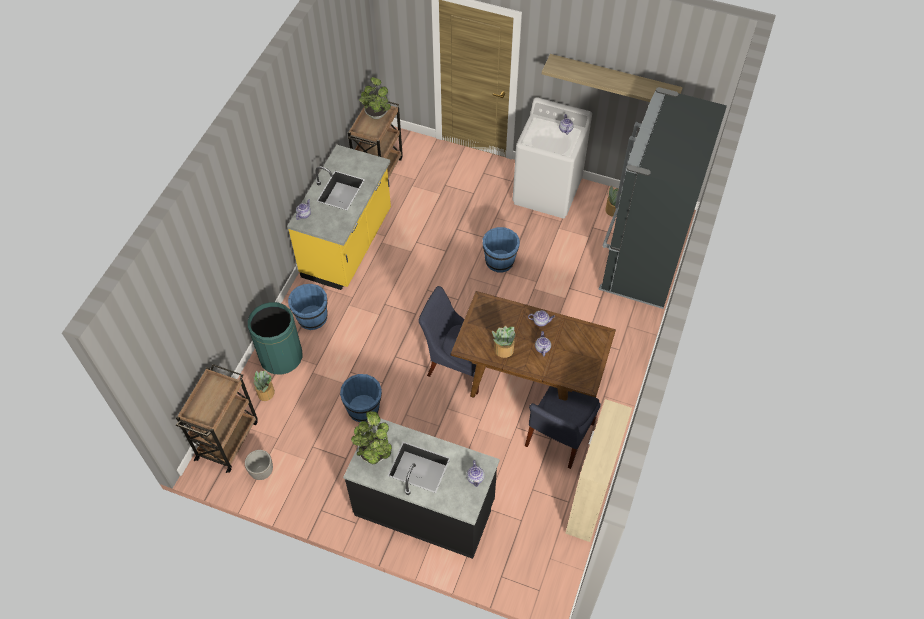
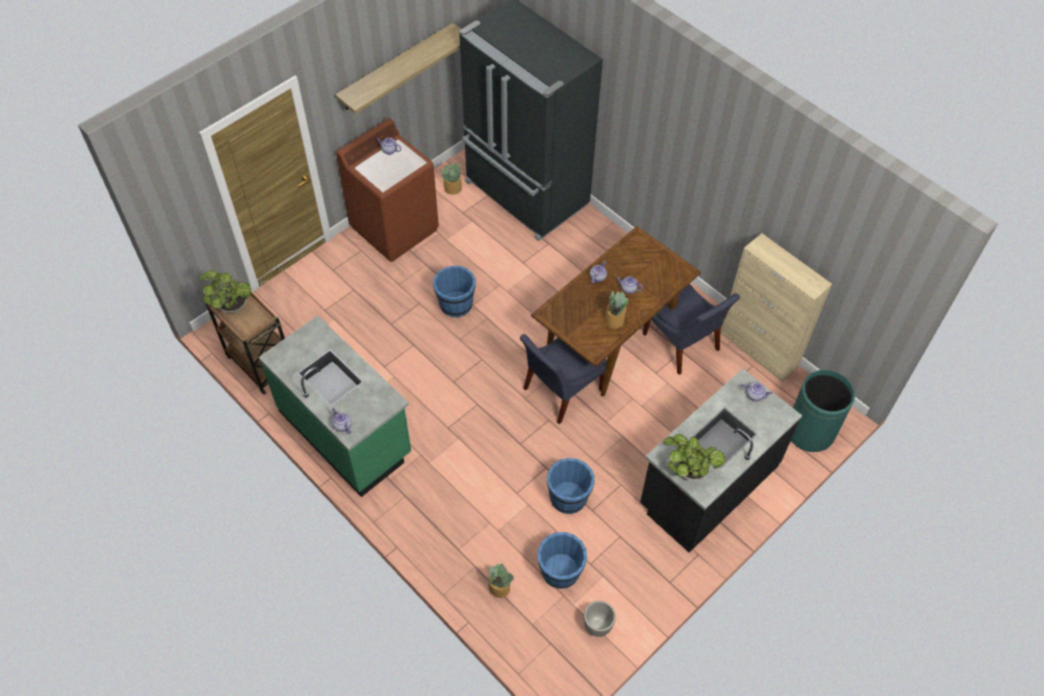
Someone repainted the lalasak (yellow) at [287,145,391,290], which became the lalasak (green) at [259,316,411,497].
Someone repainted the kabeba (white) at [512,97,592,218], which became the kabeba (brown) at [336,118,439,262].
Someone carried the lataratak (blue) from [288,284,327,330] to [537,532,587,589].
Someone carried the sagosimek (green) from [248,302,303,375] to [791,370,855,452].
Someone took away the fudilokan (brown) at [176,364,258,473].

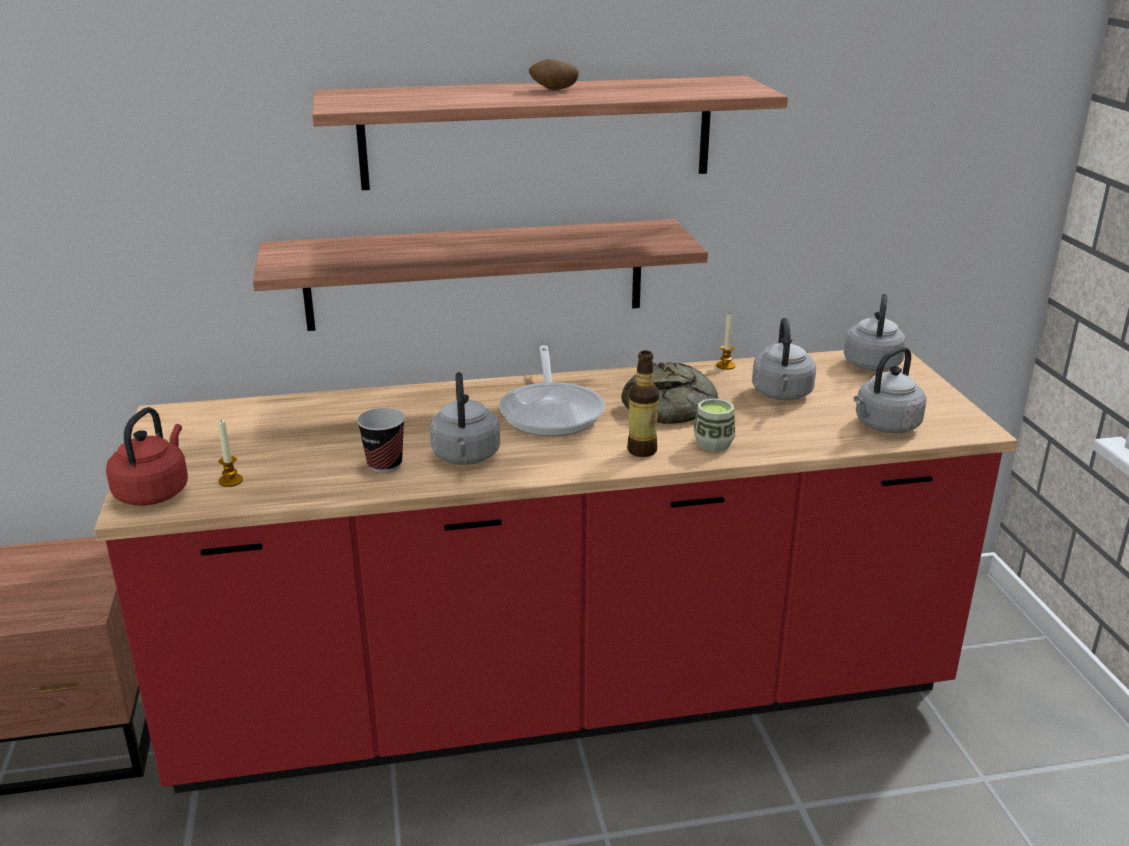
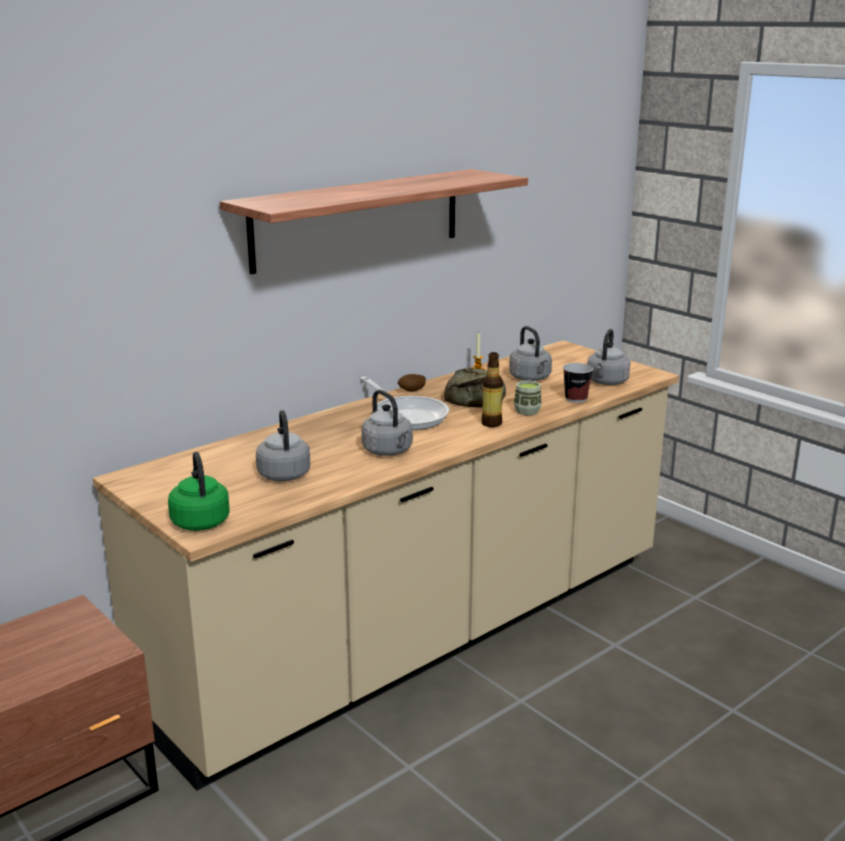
Someone repainted the lalasak (red) at [94,350,1018,793], which became the lalasak (beige) at [93,340,679,791].
Someone repainted the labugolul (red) at [106,407,188,506], which became the labugolul (green) at [168,452,230,531].
Someone carried the labugolul (grey) from [844,294,906,371] to [256,410,310,481].
Someone carried the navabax from [529,59,579,90] to [398,374,426,392].
Someone carried the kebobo from [357,408,405,473] to [563,363,593,403].
Someone took away the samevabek at [218,419,243,487].
Someone took away the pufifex at [253,219,708,331].

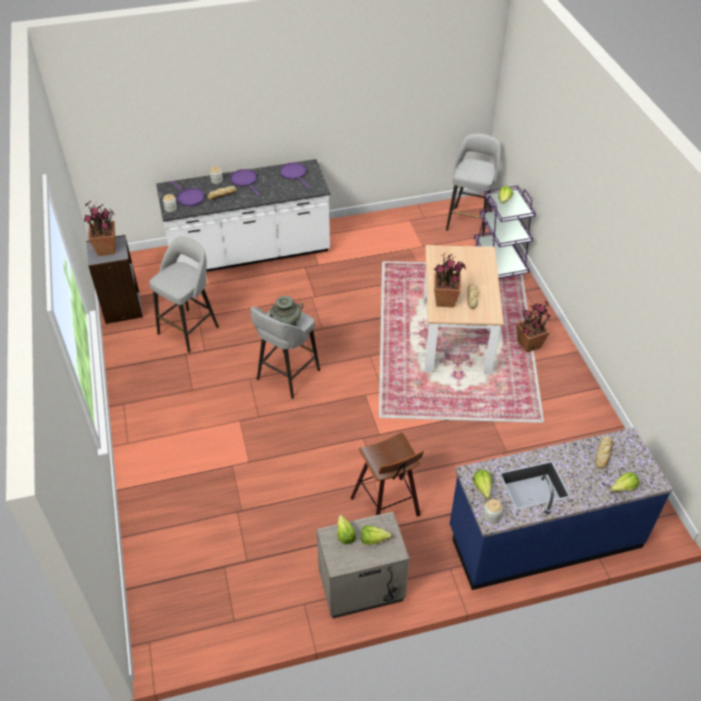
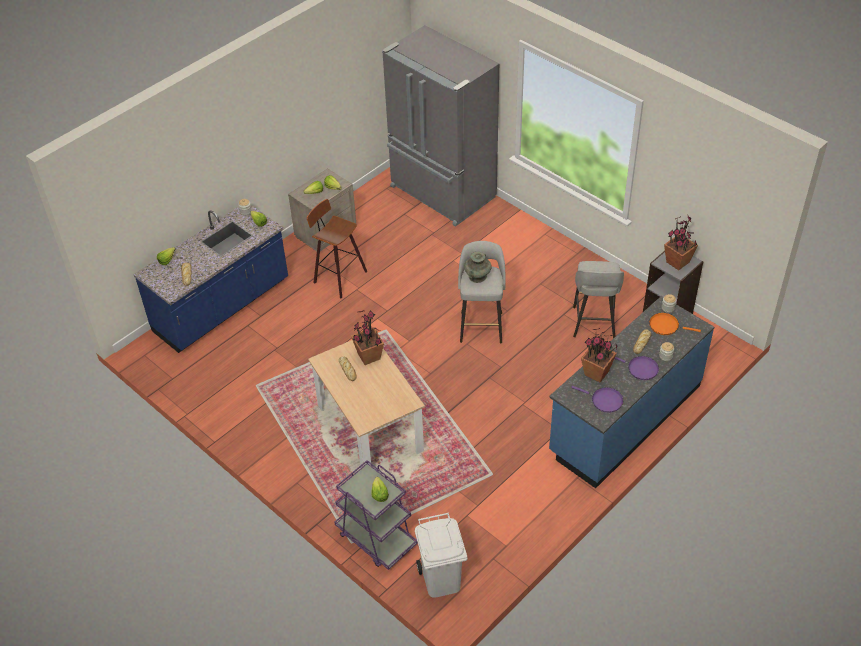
Someone put down the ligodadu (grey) at [382,25,499,226].
Someone swapped the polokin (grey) at [446,134,501,236] for the sagosimek (white) at [415,513,468,598].
Someone repainted the lalasak (white) at [156,159,330,272], which became the lalasak (blue) at [549,296,714,488].
Someone carried the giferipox from [516,301,550,353] to [581,328,617,382].
Someone repainted the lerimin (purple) at [171,181,205,206], which became the lerimin (orange) at [649,313,701,335].

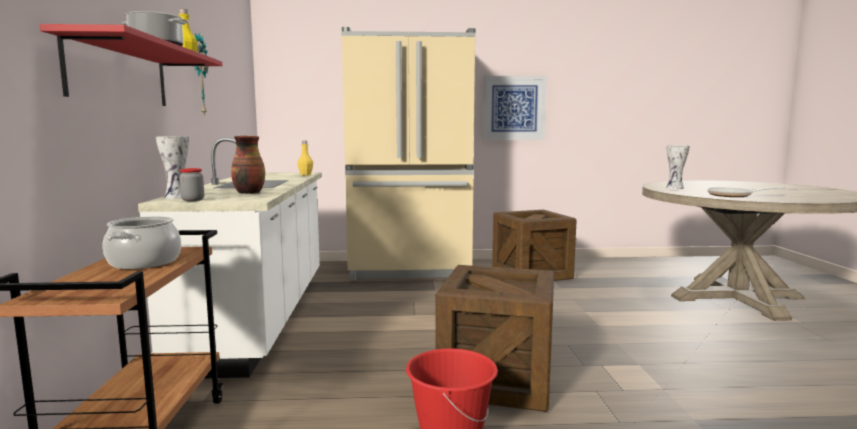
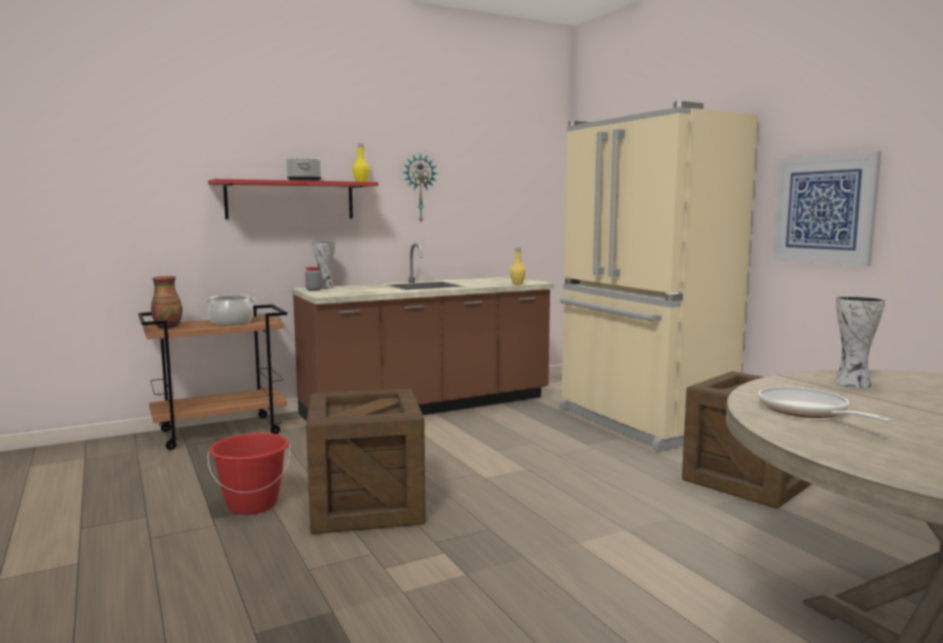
Someone carried the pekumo from [231,136,265,194] to [151,276,183,328].
Someone repainted the lalasak (white) at [138,138,322,378], which became the lalasak (brown) at [291,243,554,422].

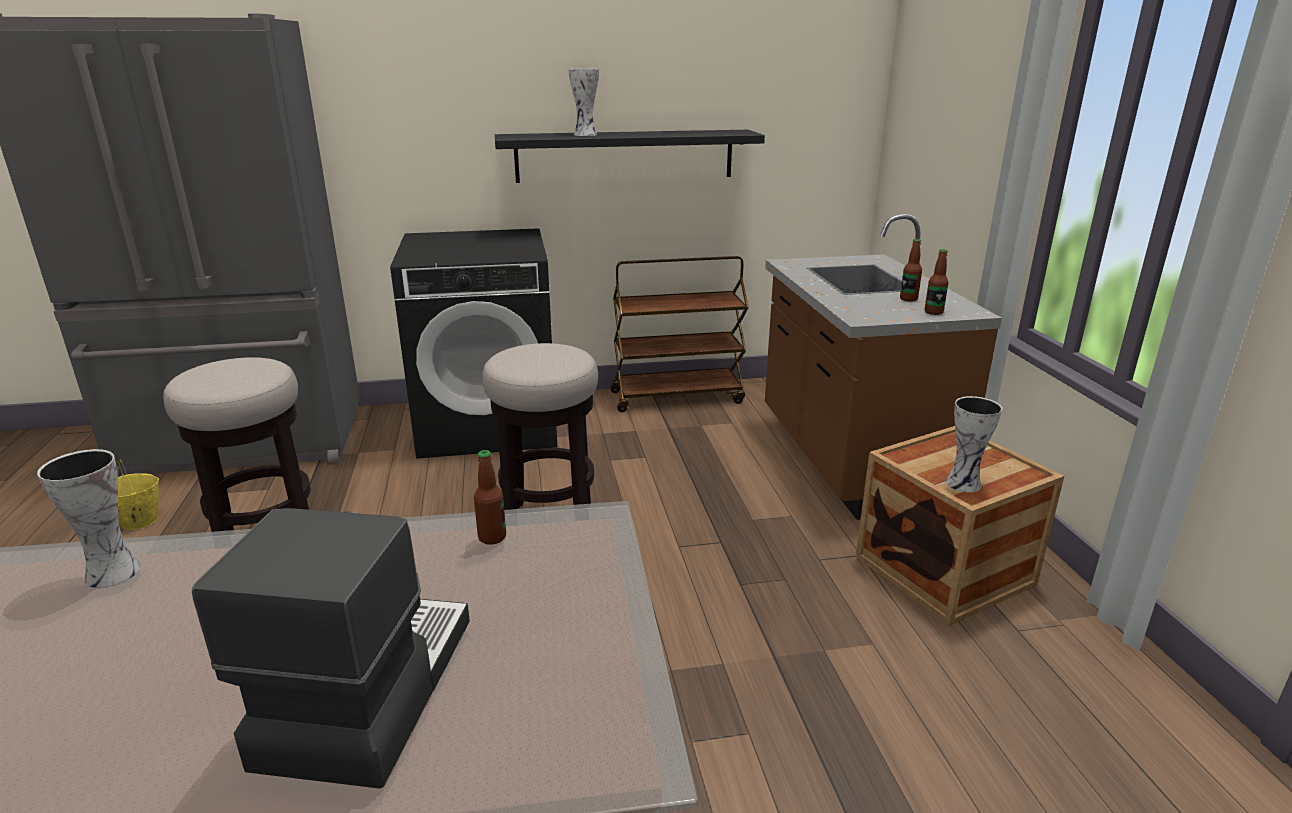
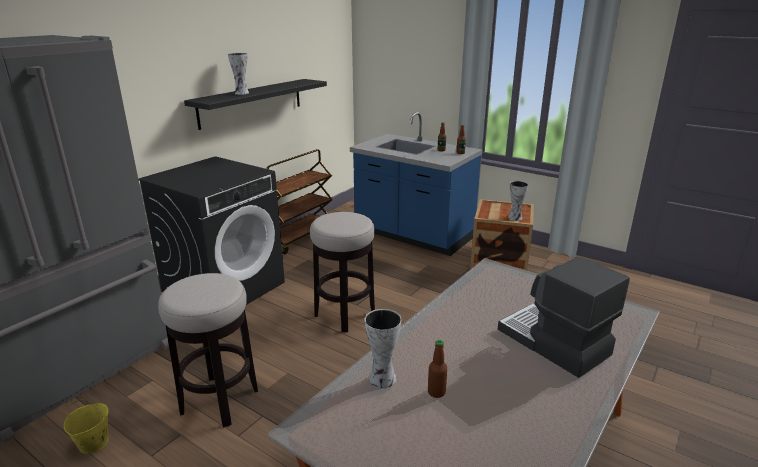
Someone repainted the lalasak (brown) at [765,214,1002,520], which became the lalasak (blue) at [350,112,483,256].
Someone carried the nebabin from [474,450,506,545] to [428,340,447,398].

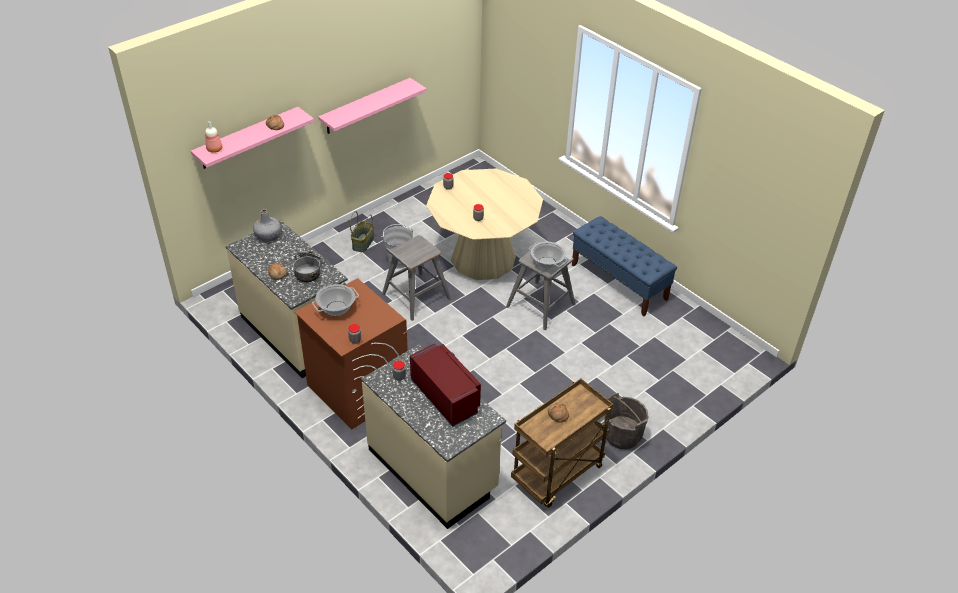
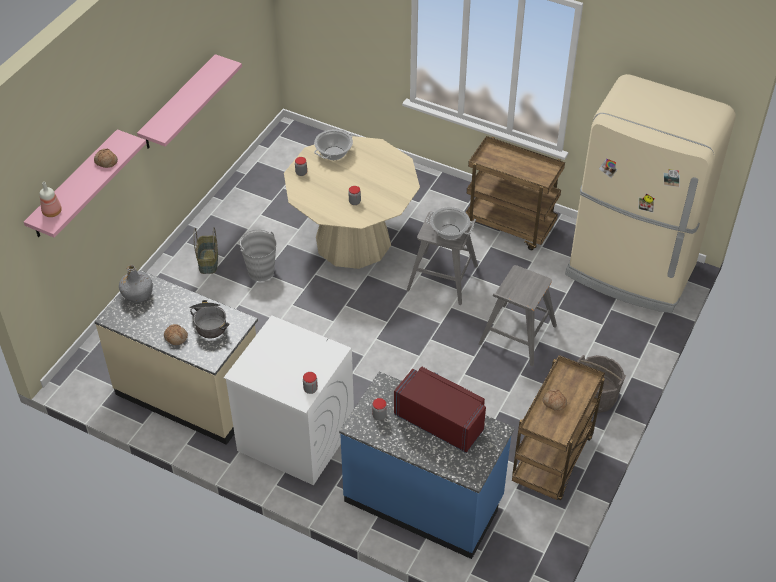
Someone repainted the kabeba (brown) at [294,278,408,430], which became the kabeba (white) at [224,315,354,485].
Someone carried the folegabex from [312,284,359,316] to [314,130,353,160].
Someone repainted the lalasak (beige) at [361,344,506,529], which became the lalasak (blue) at [339,372,515,559].
Someone swapped the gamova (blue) at [572,216,677,316] for the fudilokan (brown) at [465,136,565,250].
Someone carried the polokin (grey) from [382,235,451,321] to [479,265,557,366].
Someone put down the ligodadu (beige) at [565,74,736,313].

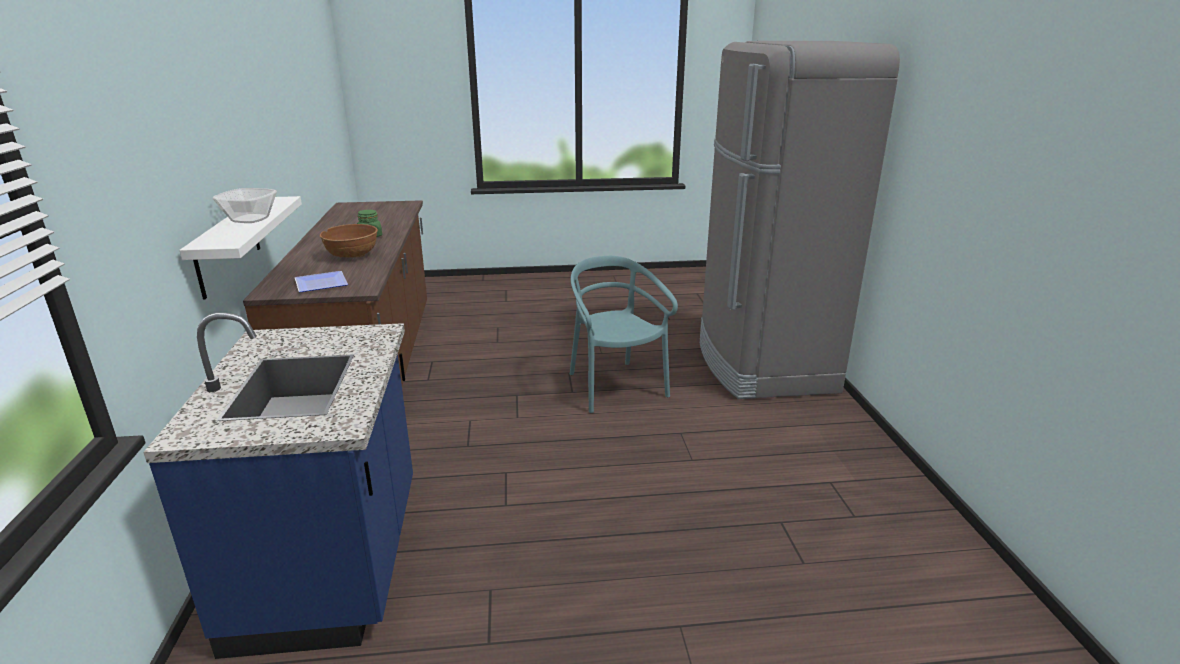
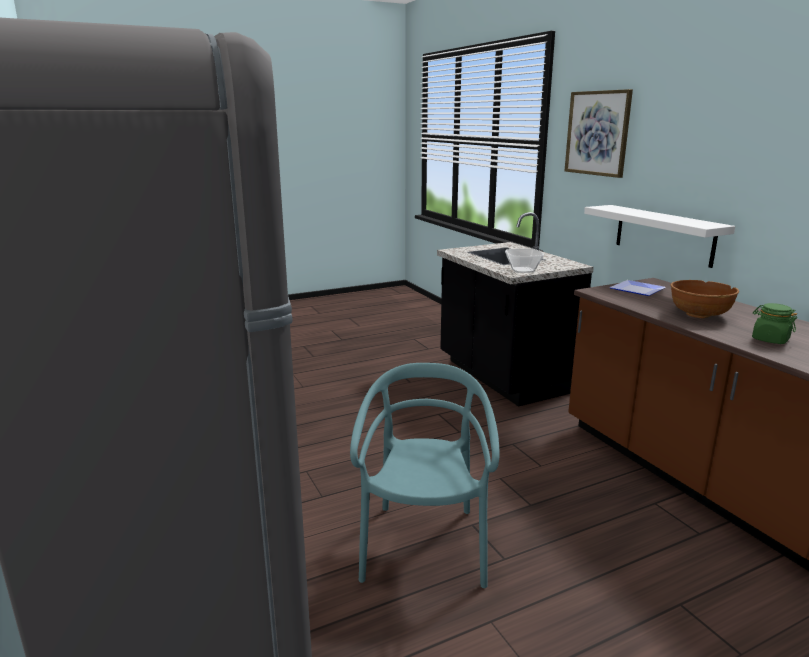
Someone rotated the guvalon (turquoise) at [570,256,678,413] by 135 degrees counterclockwise.
Someone repainted the lalasak (blue) at [143,313,413,659], which became the lalasak (black) at [437,212,594,407].
Someone carried the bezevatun from [213,188,277,223] to [505,248,544,273].
Someone put up the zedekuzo at [565,89,633,178].

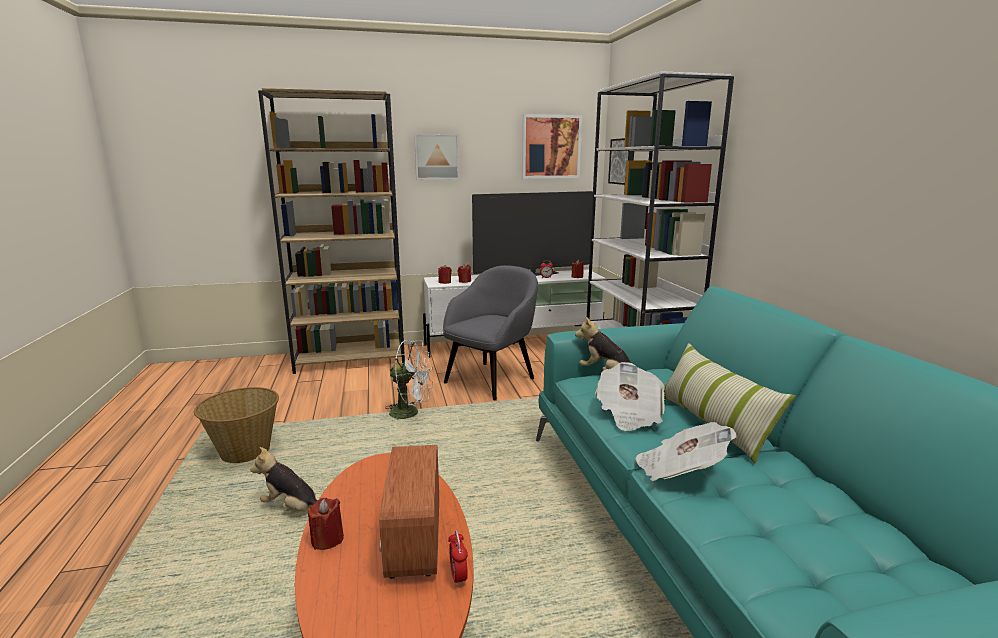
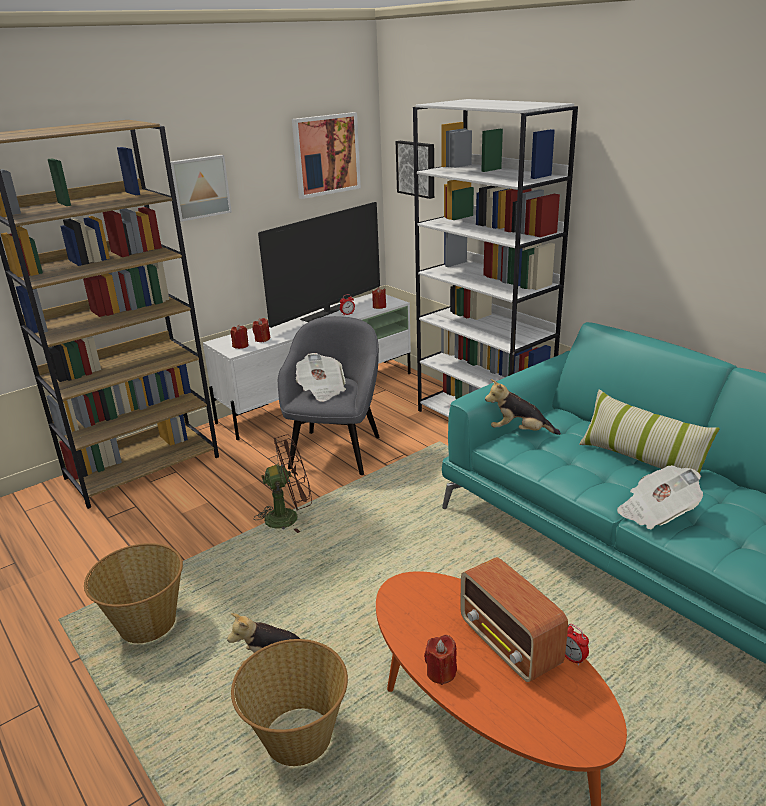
Someone put down the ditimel at [231,639,348,766].
Someone repainted the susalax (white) at [385,340,433,425], which became the susalax (brown) at [254,434,312,533].
Someone carried the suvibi from [595,362,665,431] to [296,353,346,402].

